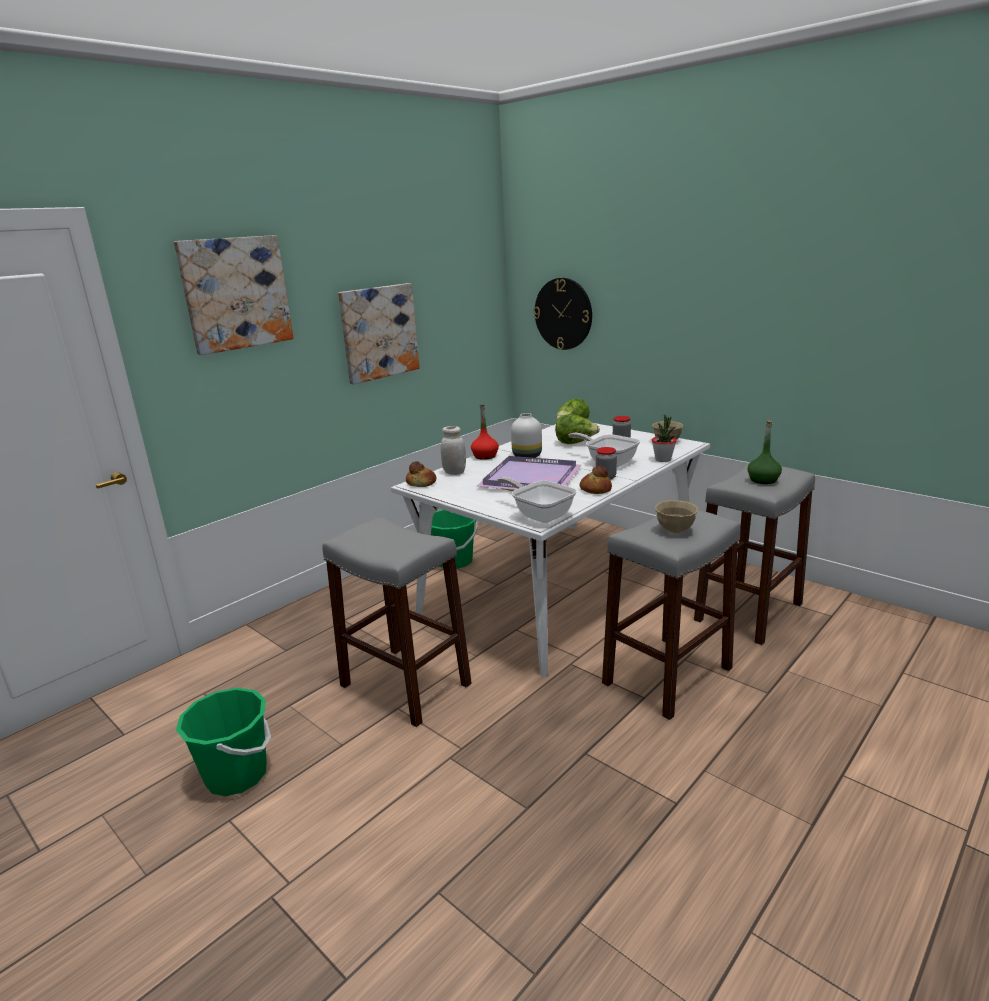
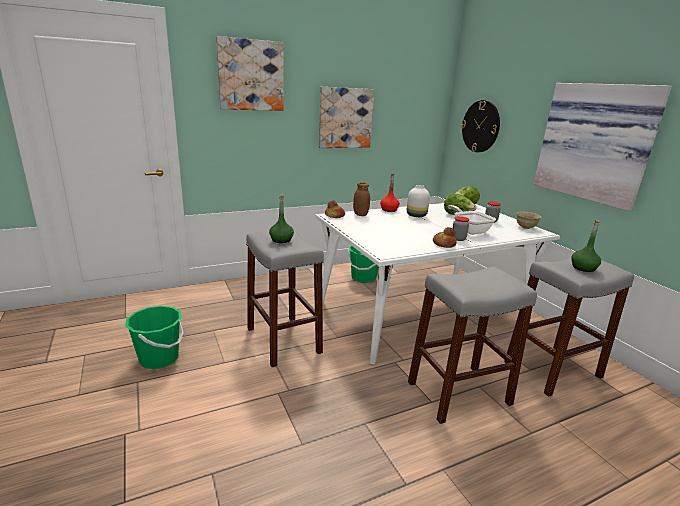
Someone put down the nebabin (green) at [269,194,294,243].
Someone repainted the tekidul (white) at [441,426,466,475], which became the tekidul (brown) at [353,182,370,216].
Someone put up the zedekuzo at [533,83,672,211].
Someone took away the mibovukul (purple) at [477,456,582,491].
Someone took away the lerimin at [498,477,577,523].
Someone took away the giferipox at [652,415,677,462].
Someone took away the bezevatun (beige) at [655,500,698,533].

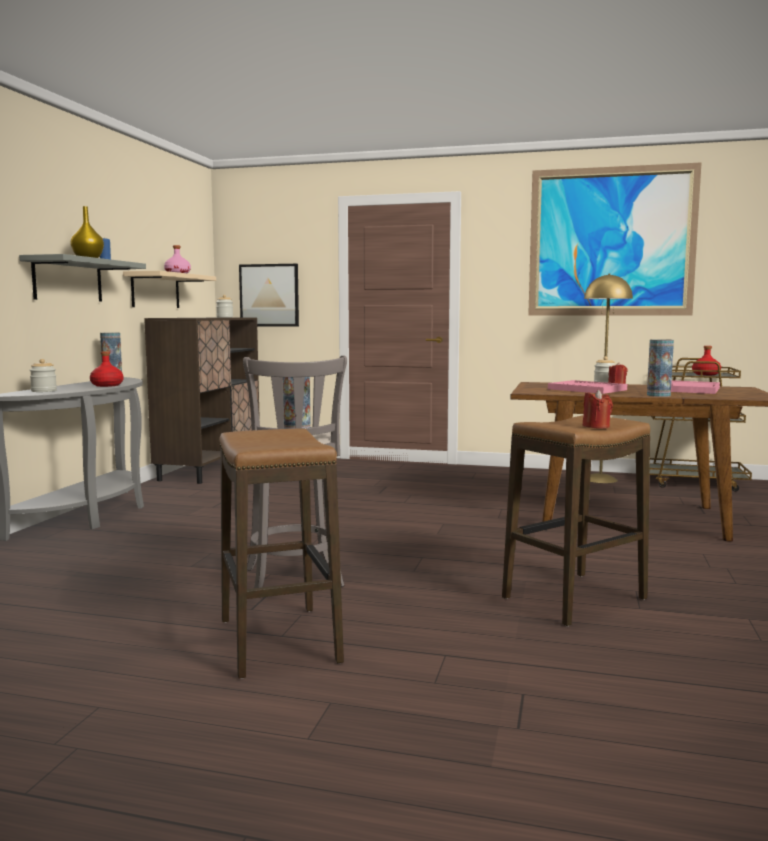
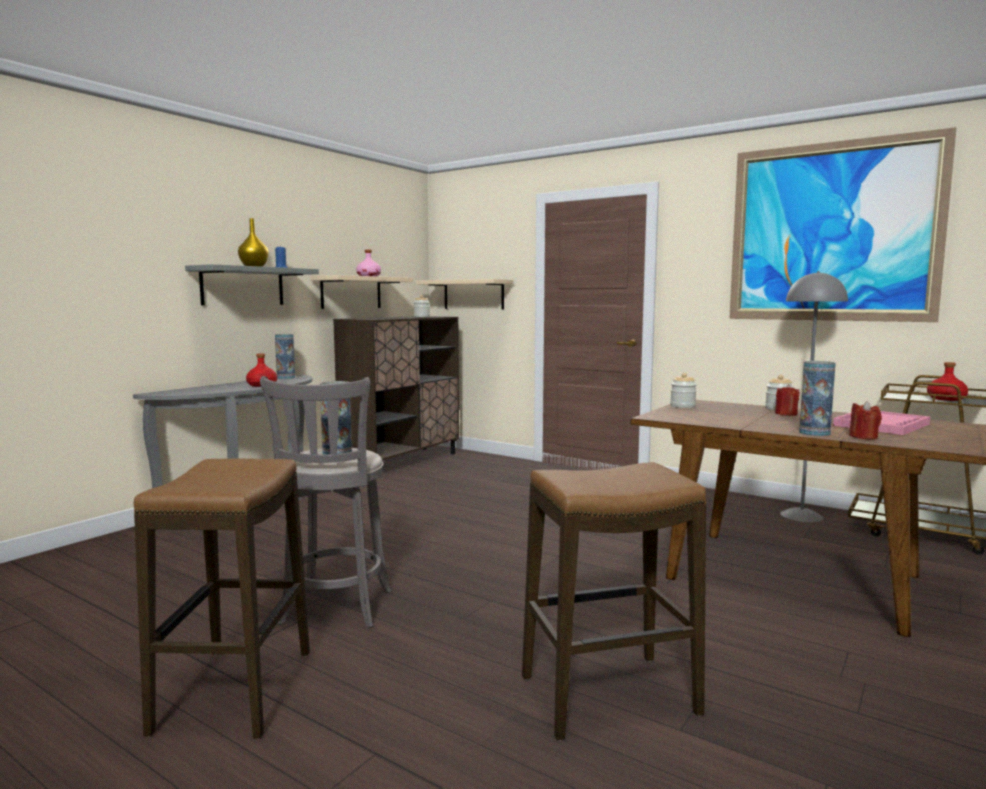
Someone swapped the zedekuzo at [239,264,299,327] for the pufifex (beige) at [416,279,513,310].
Someone carried the tekidul from [30,359,57,392] to [670,373,697,408].
Someone repainted the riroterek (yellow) at [584,274,633,483], which became the riroterek (grey) at [780,271,848,522].
Someone carried the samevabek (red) from [583,390,613,429] to [849,401,882,440].
Someone took away the mibovukul (pink) at [548,380,627,394].

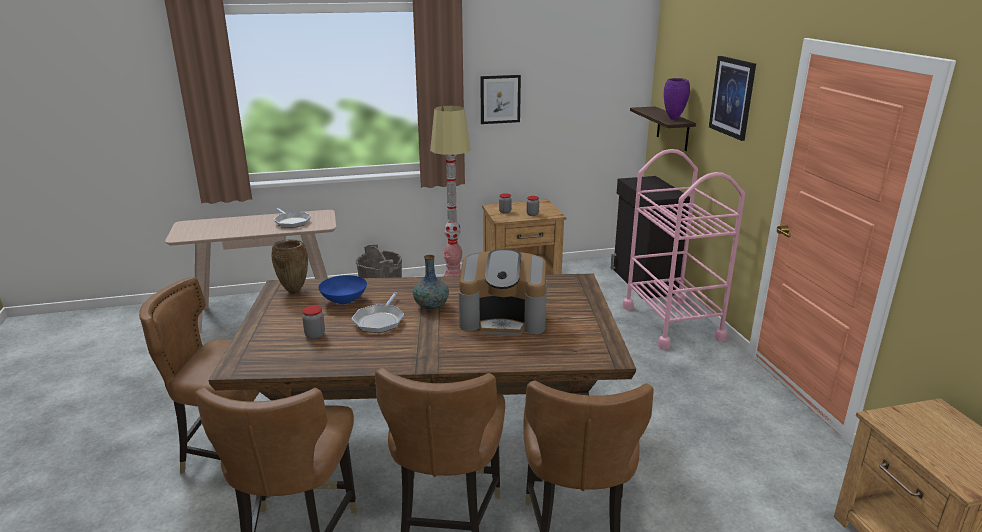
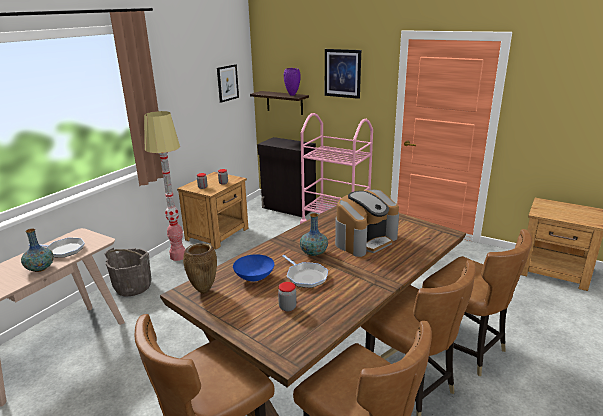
Someone put down the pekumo at [21,228,54,272].
Someone carried the zedekuzo from [480,75,521,124] to [217,64,239,103].

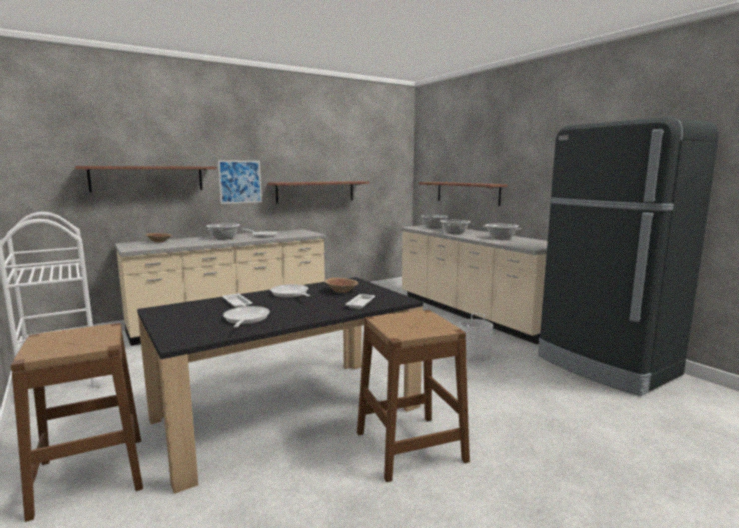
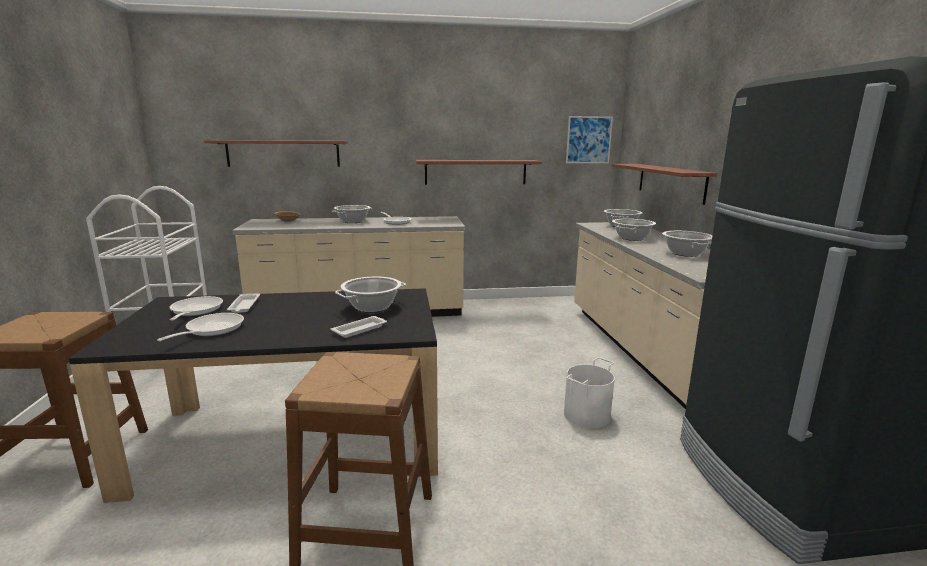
Someone carried the lerimin from [270,284,310,298] to [169,296,223,320].
Someone swapped the bezevatun (brown) at [325,278,358,293] for the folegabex at [335,277,406,313].
Someone carried the zedekuzo from [218,160,262,204] to [566,116,613,163].

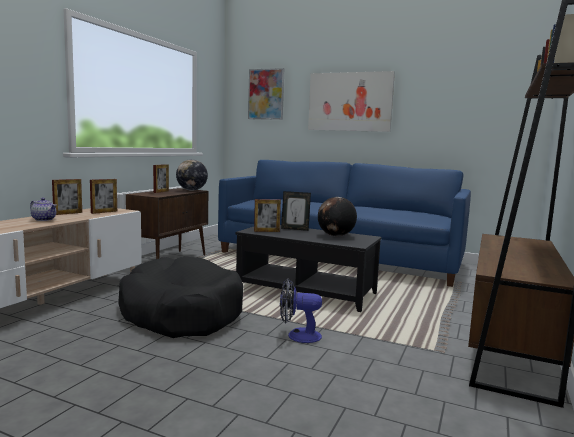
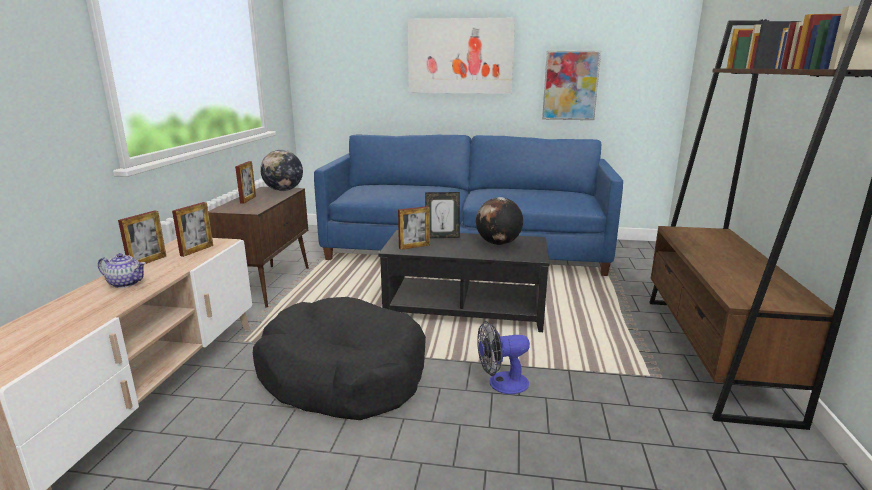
Someone carried the zedekuzo from [248,68,284,120] to [542,50,601,120].

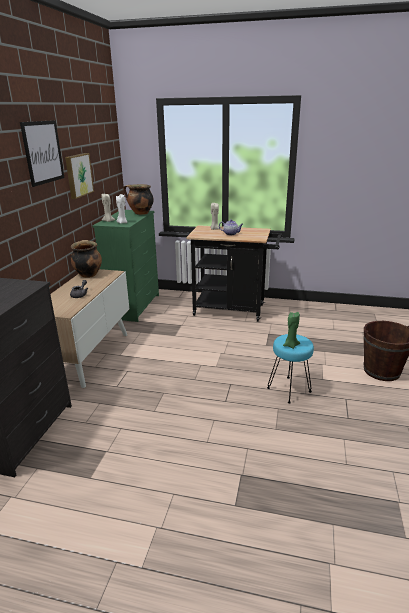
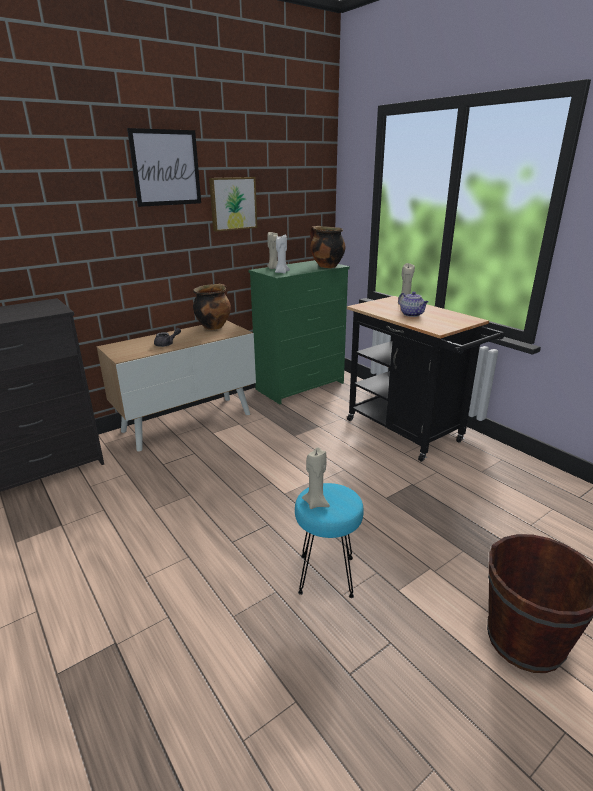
Someone repainted the samevabek (green) at [283,312,300,349], which became the samevabek (beige) at [302,447,330,509].

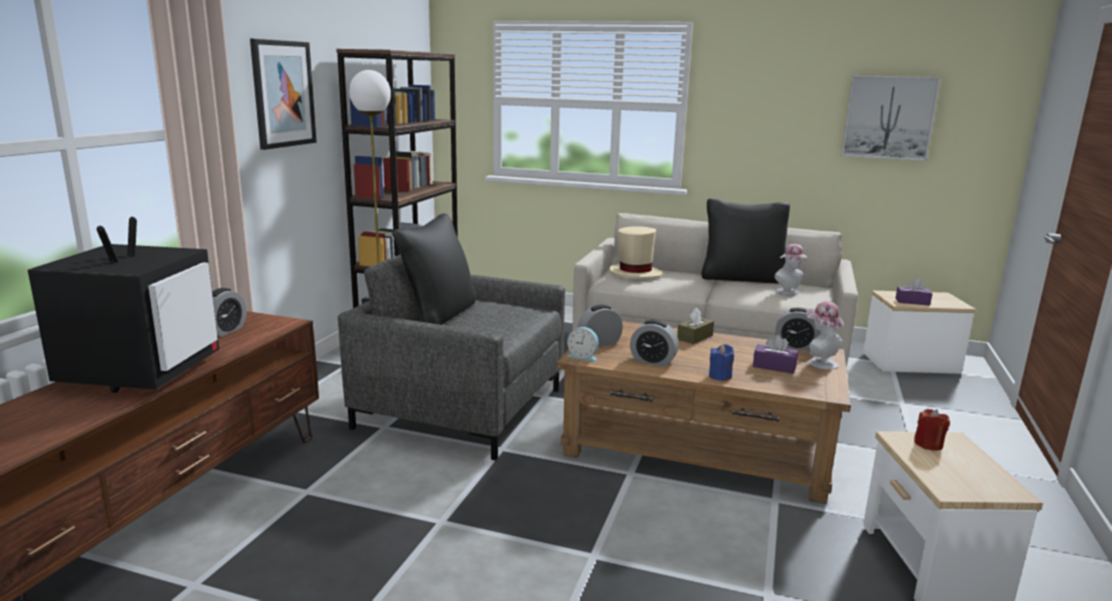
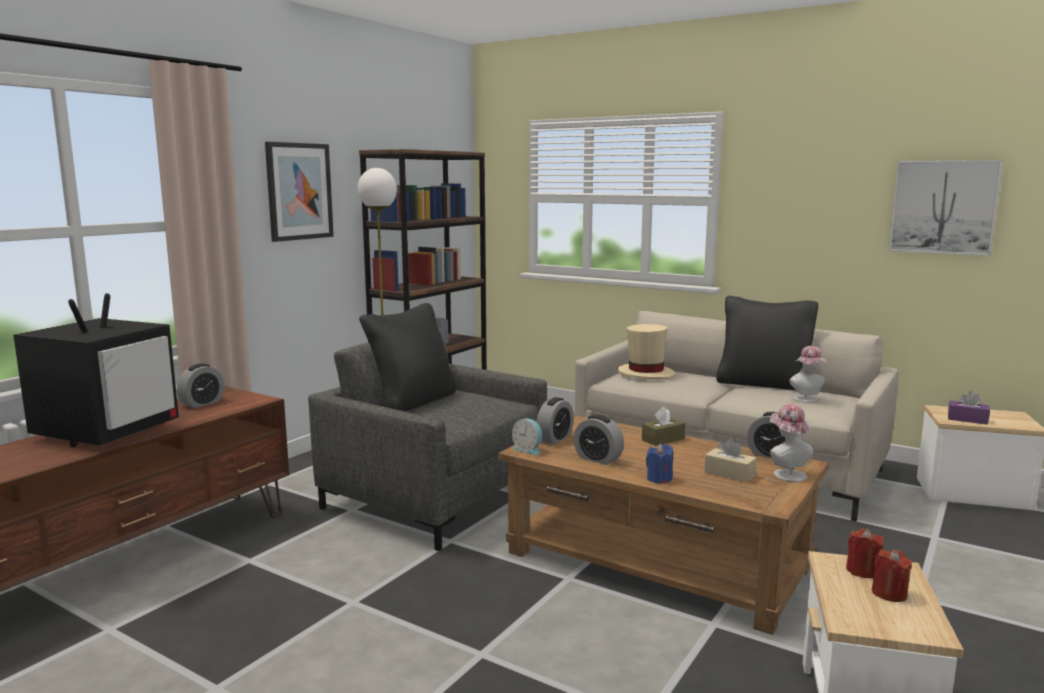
Someone rotated the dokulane at [577,304,623,347] by 135 degrees clockwise.
Someone repainted the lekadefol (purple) at [753,335,798,374], which became the lekadefol (beige) at [704,438,757,483].
Someone put down the samevabek (red) at [872,550,912,602].

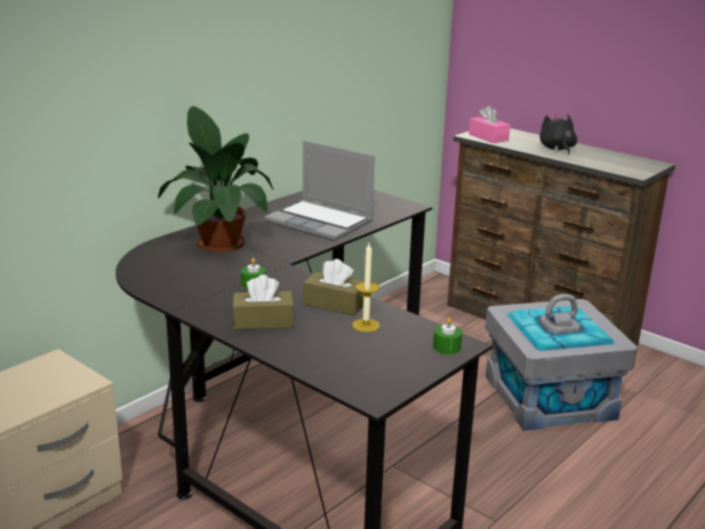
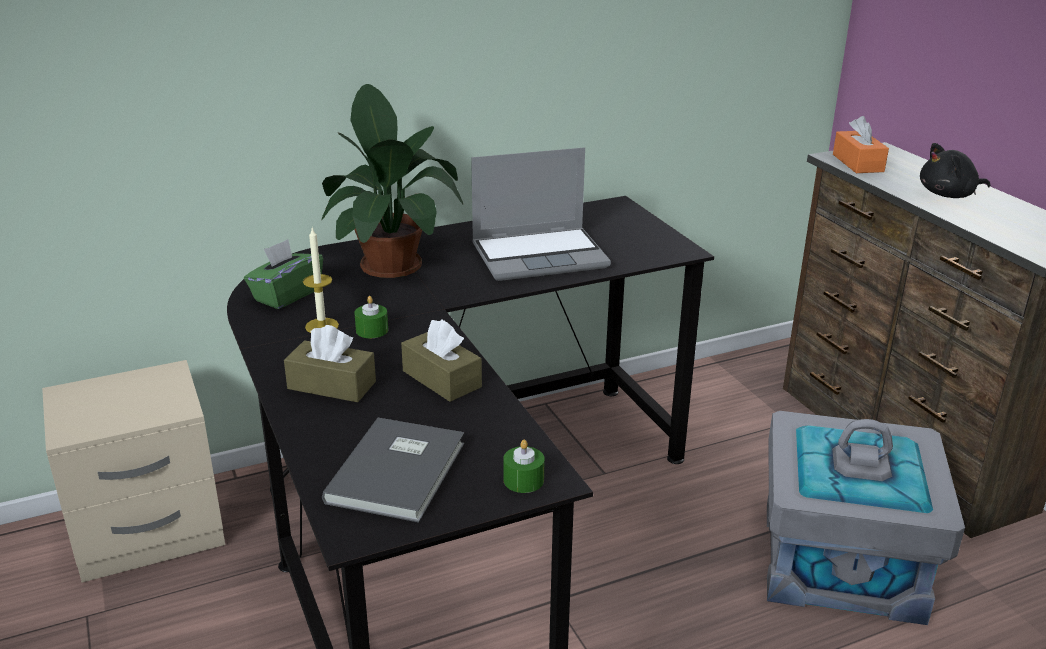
Someone put down the lekadefol (green) at [244,239,323,309].
Someone carried the samevabek from [352,243,380,332] to [303,228,339,333].
Someone put down the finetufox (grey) at [322,418,464,523].
Someone rotated the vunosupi at [264,141,375,241] by 75 degrees counterclockwise.
Someone repainted the lekadefol (pink) at [469,105,510,143], which became the lekadefol (orange) at [833,116,889,173].
Someone rotated the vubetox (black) at [540,115,577,155] by 120 degrees counterclockwise.

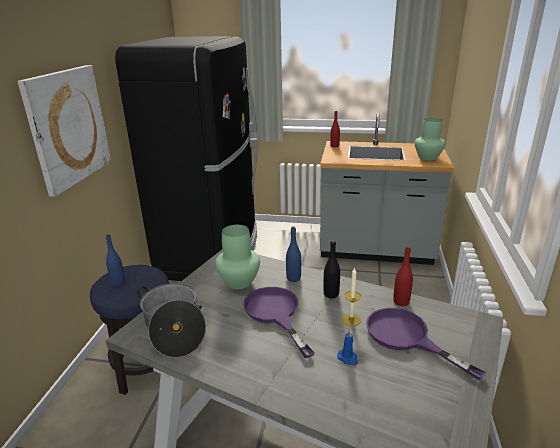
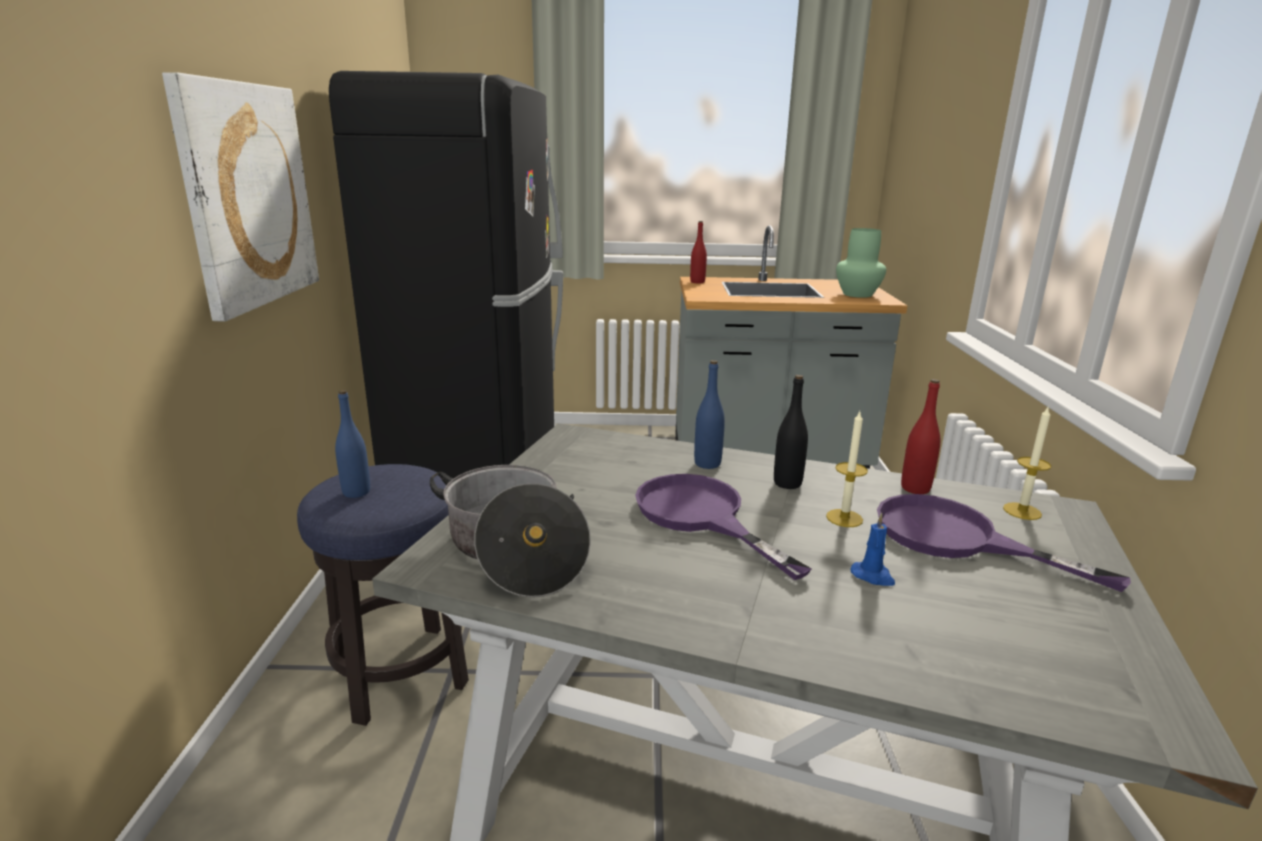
Someone put down the samevabek at [1003,407,1051,520].
Someone took away the pekumo (green) at [215,225,260,289].

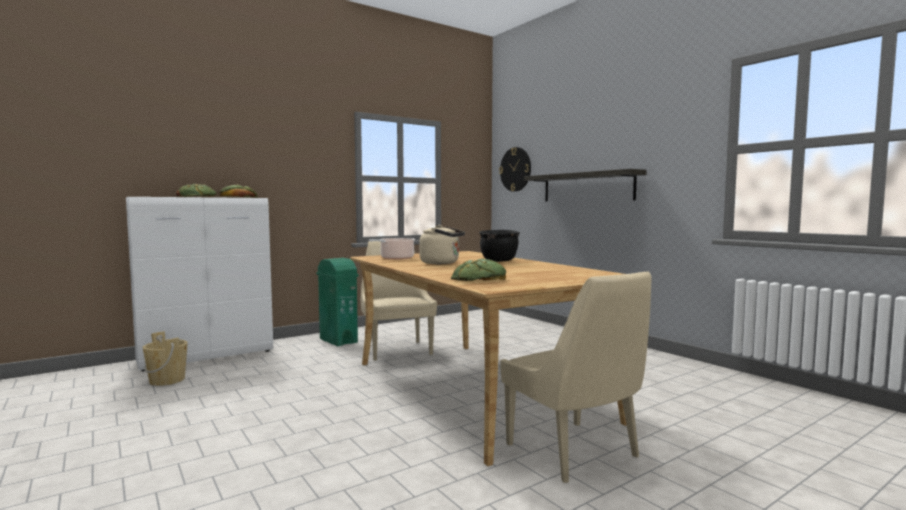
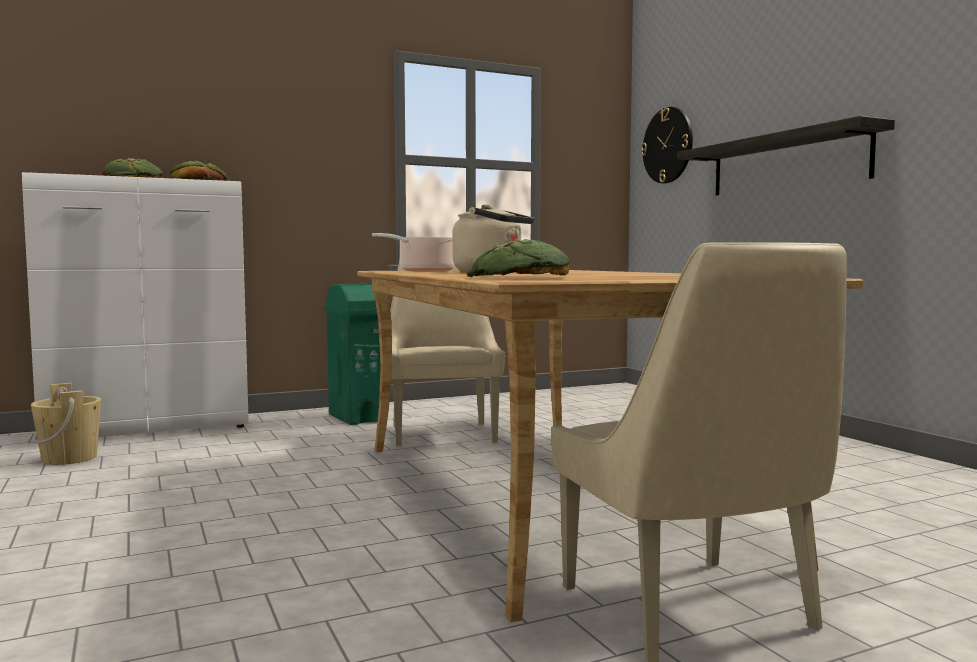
Someone took away the folegabex (black) at [479,230,520,262].

